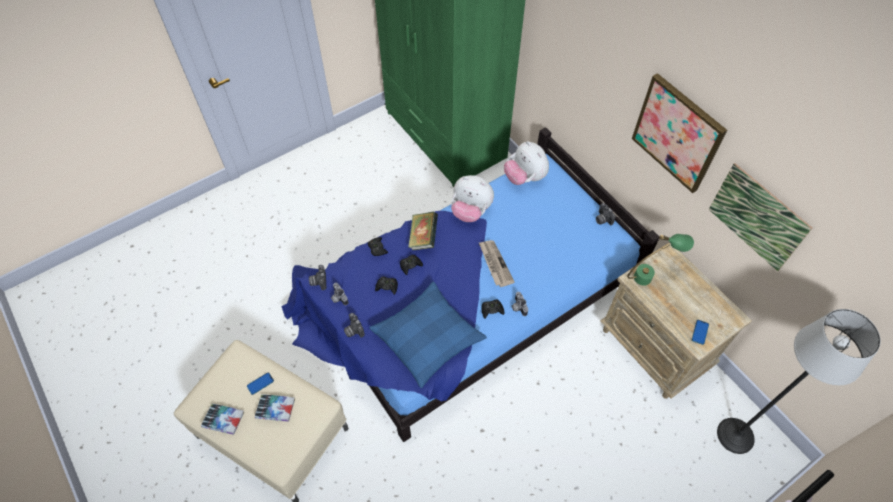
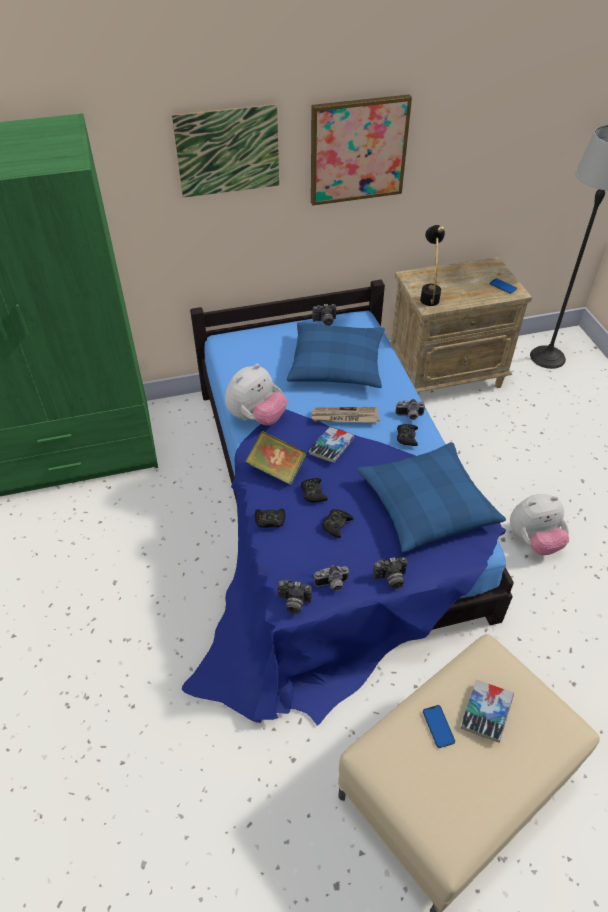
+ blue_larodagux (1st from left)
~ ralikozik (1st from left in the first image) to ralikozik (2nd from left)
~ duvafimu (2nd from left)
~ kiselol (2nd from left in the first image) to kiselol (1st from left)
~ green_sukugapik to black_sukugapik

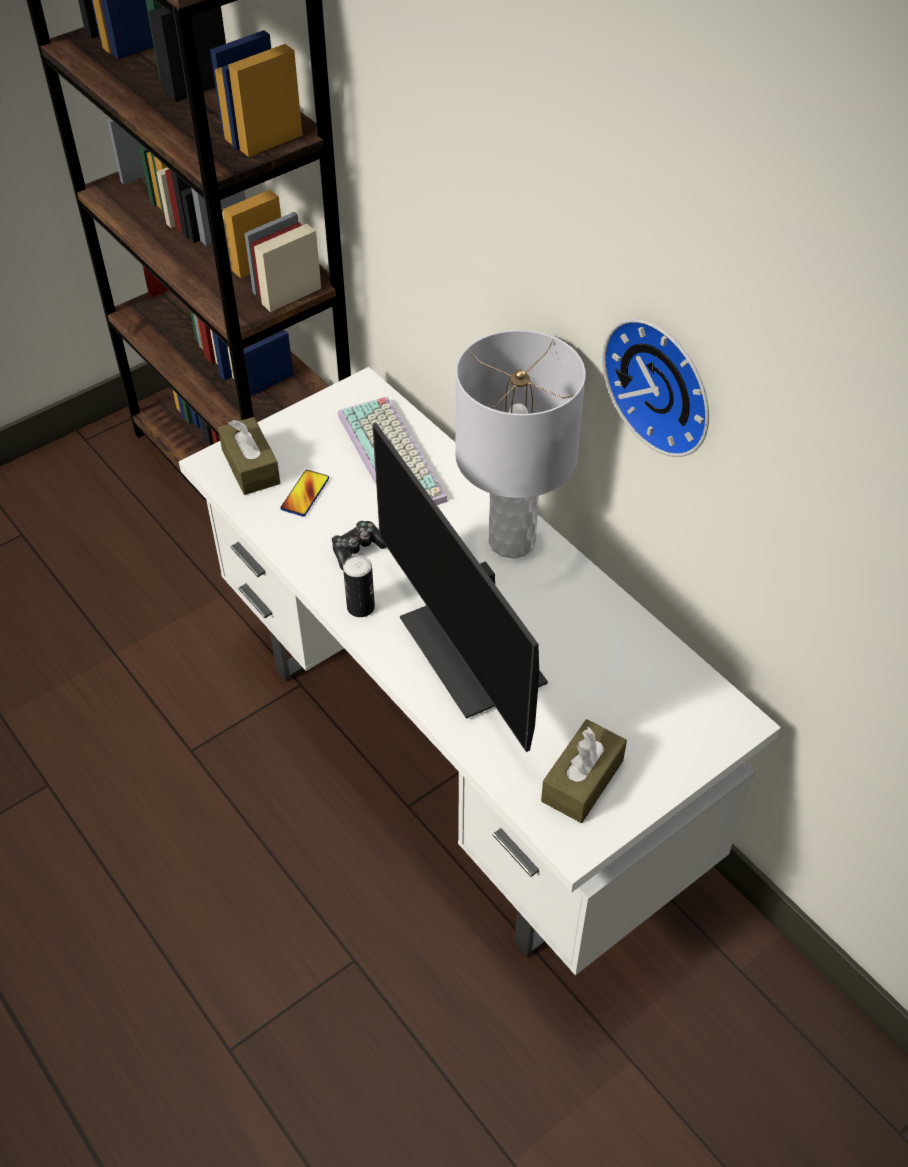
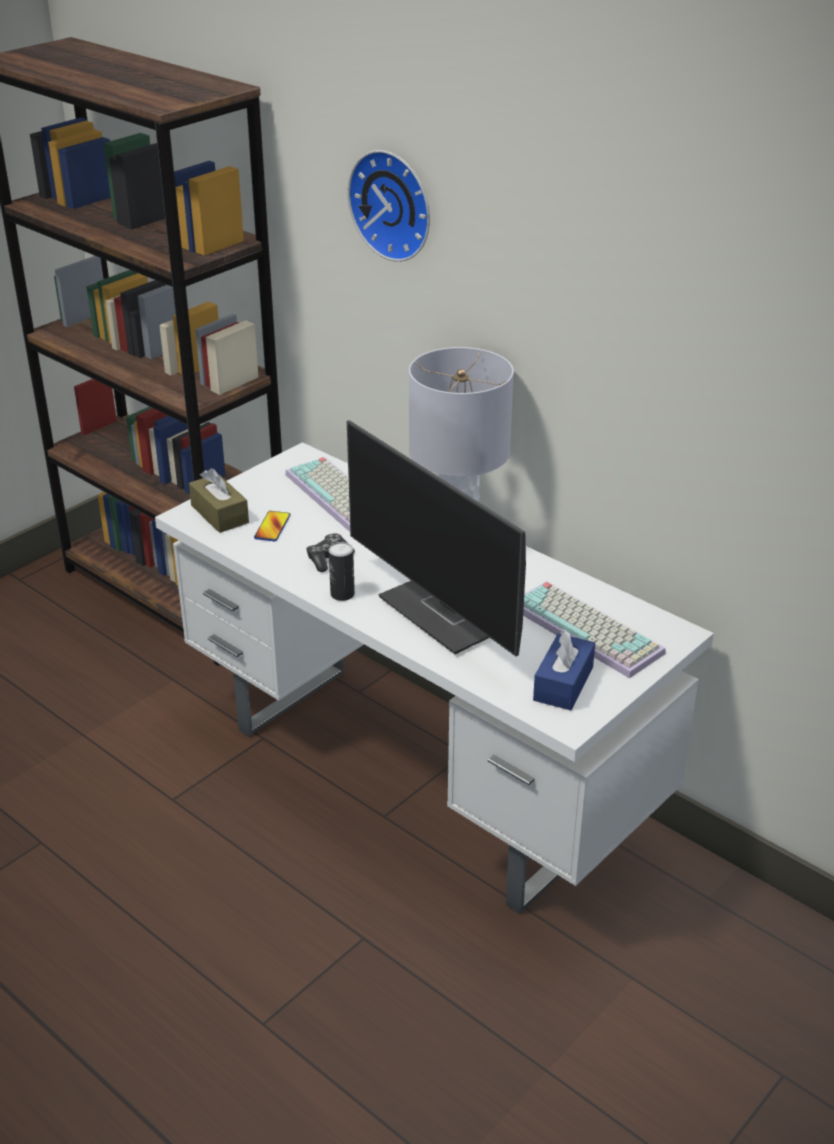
+ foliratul (2nd from left)
~ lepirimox
~ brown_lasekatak (2nd from left) to blue_lasekatak

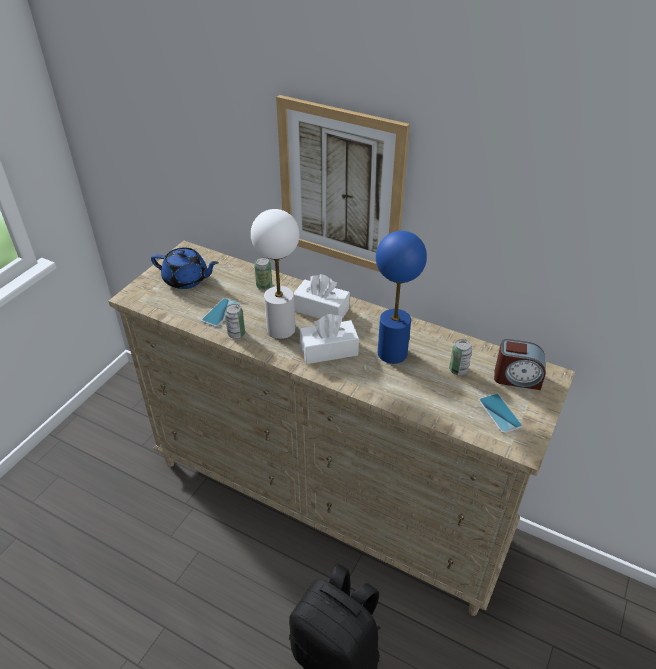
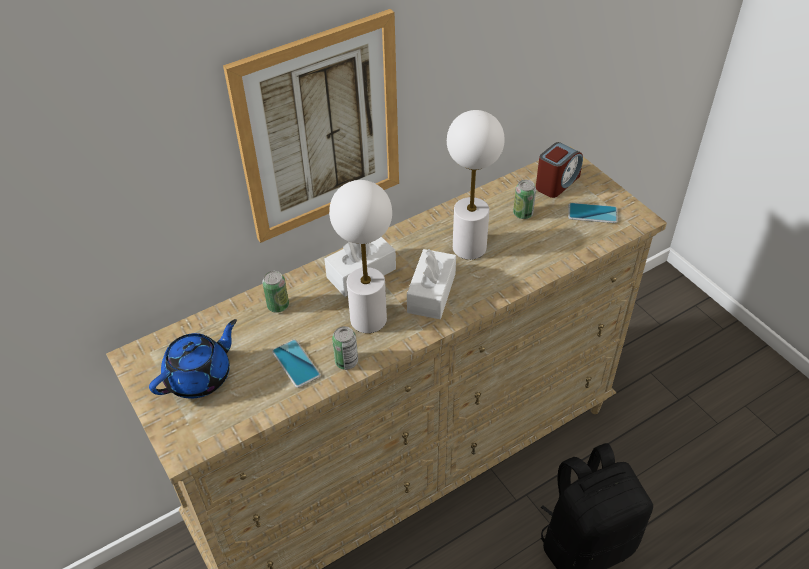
~ blue_sukugapik to white_sukugapik (2nd from left)

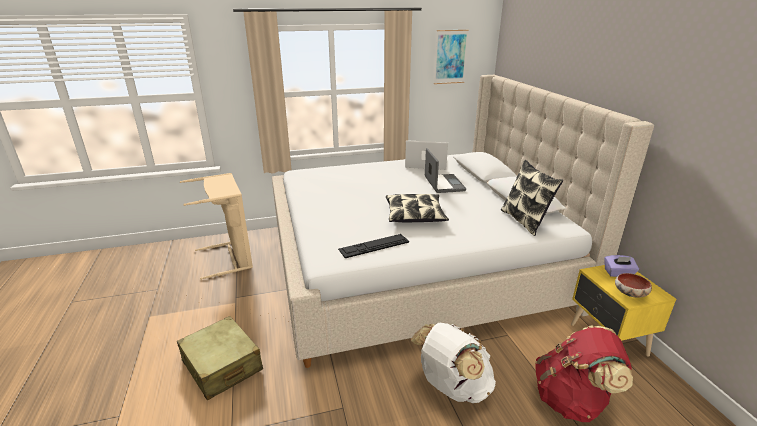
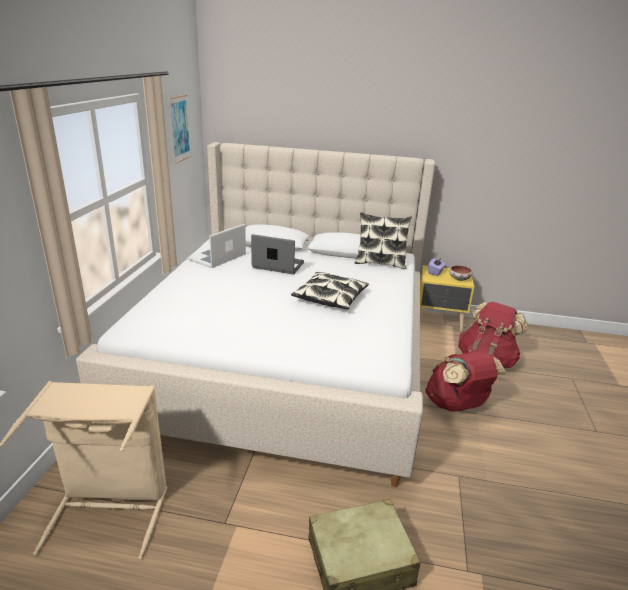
- foliratul
~ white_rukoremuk to red_rukoremuk (1st from left)

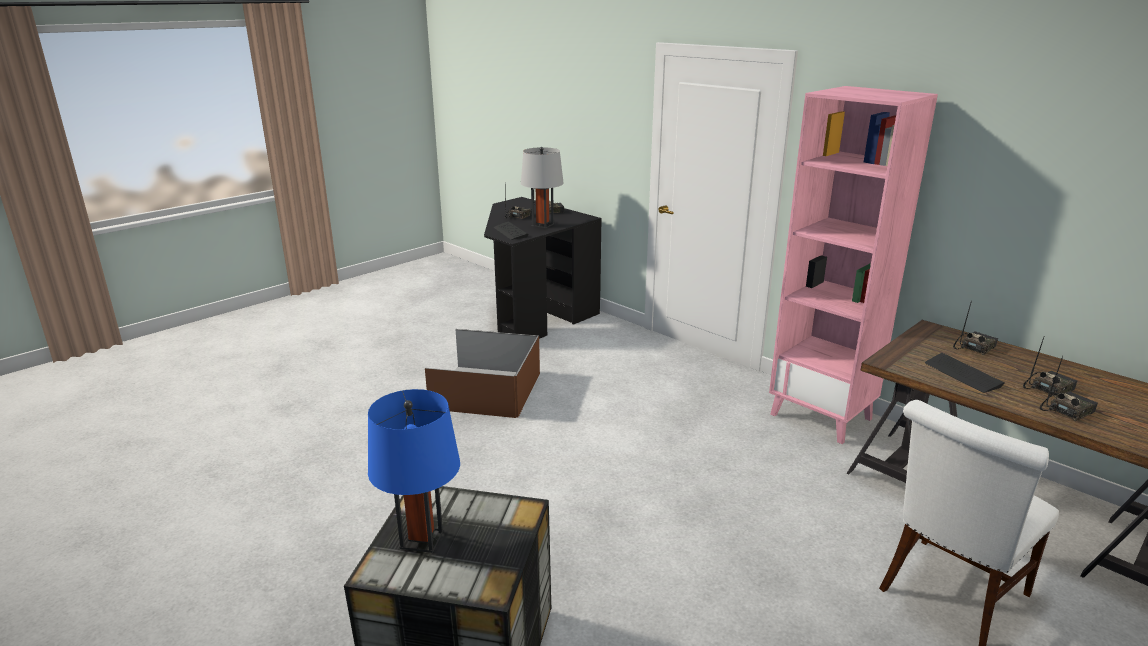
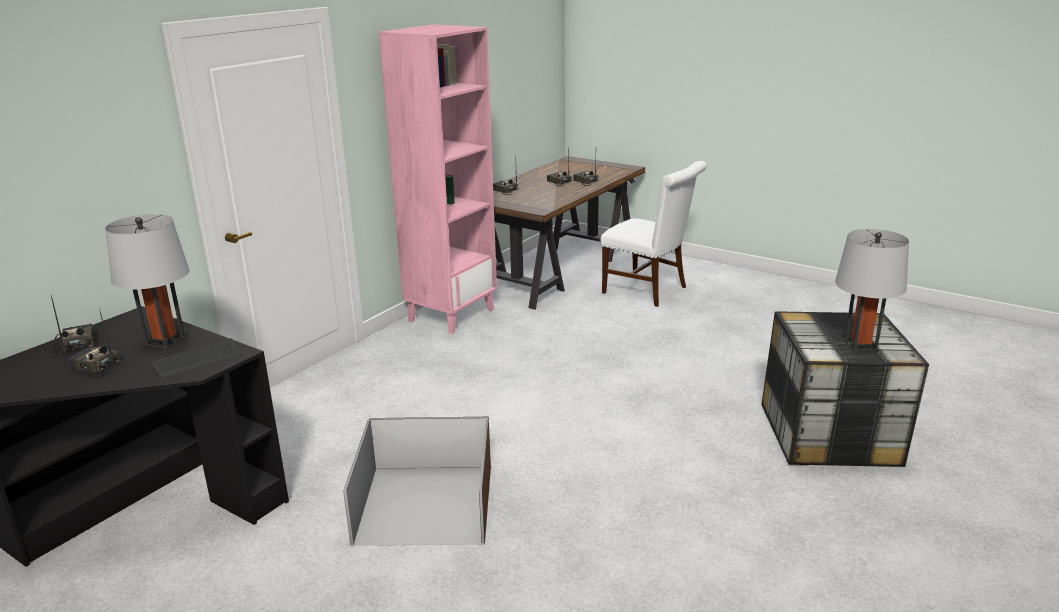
- foliratul (2nd from left)
~ blue_sukugapik to grey_sukugapik (2nd from left)

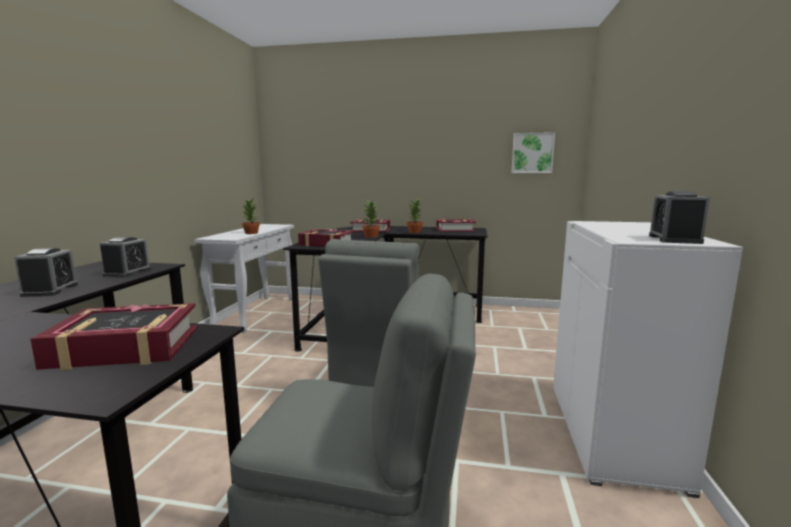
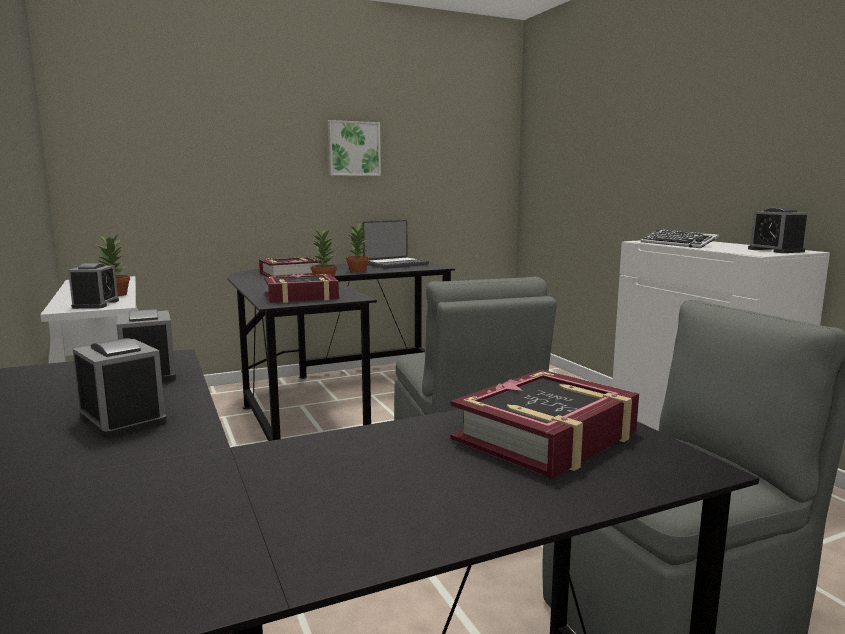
+ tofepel (1st from left)
+ foliratul
~ kiselol
~ ralikozik (4th from left) to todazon

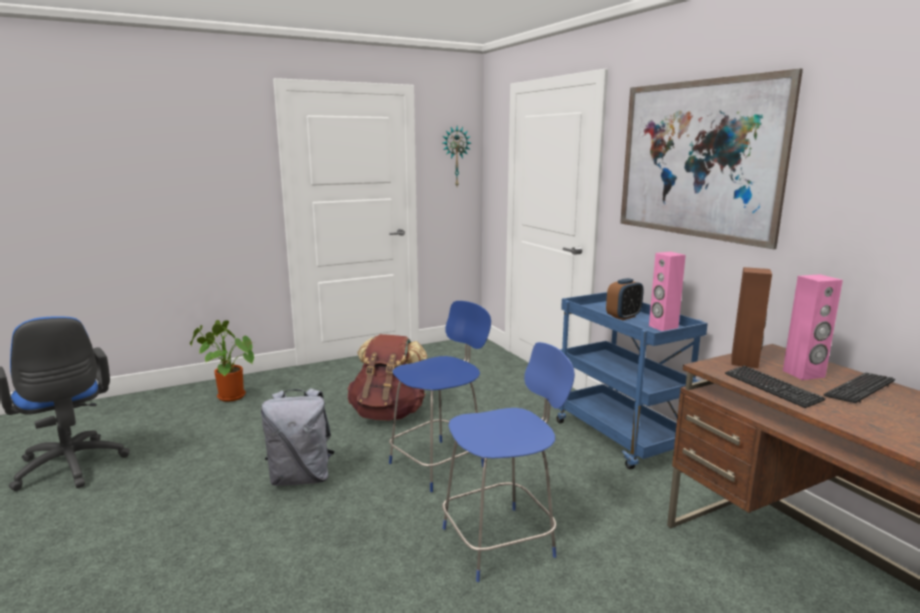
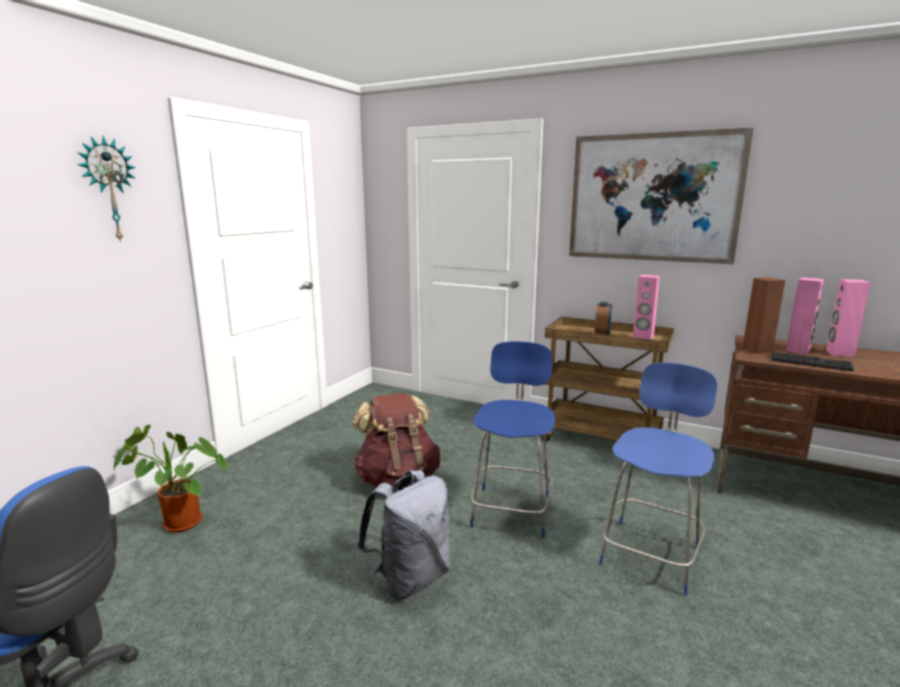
~ lepirimox
~ foliratul (2nd from left) to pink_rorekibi (3rd from left)
~ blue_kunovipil to brown_kunovipil

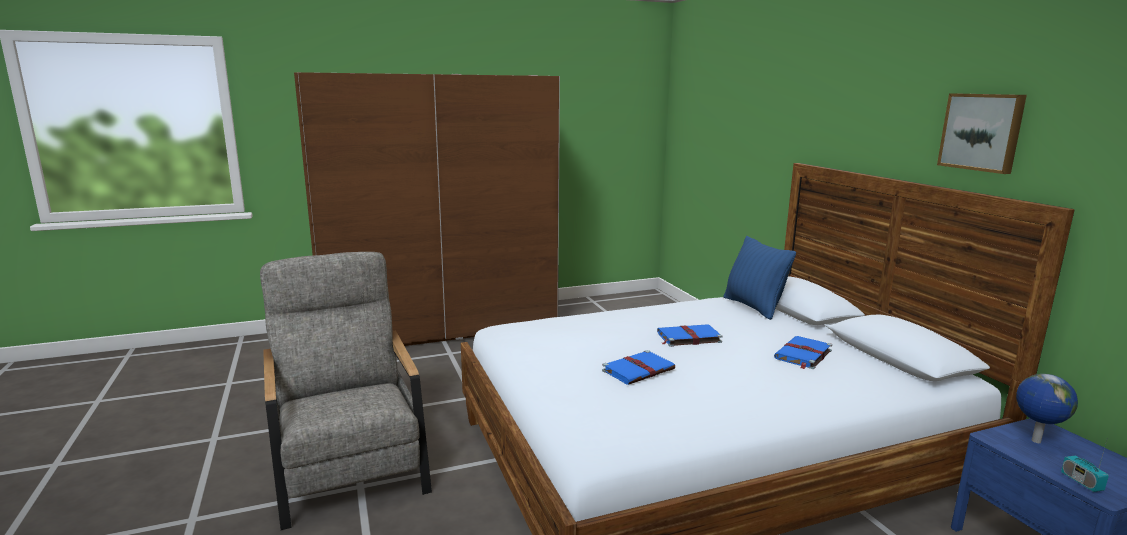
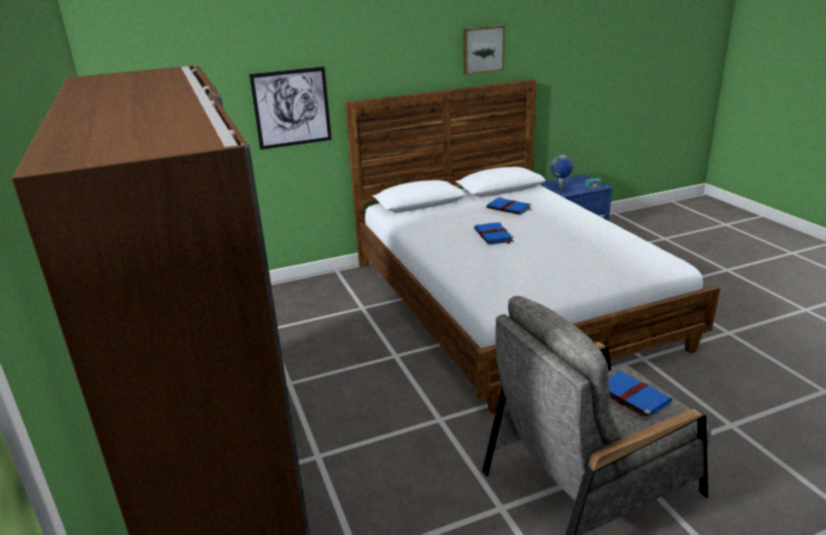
- blue_larodagux
+ kiselol (1st from left)
~ blue_ralikozik (1st from left in the first image) to blue_ralikozik (3rd from left)

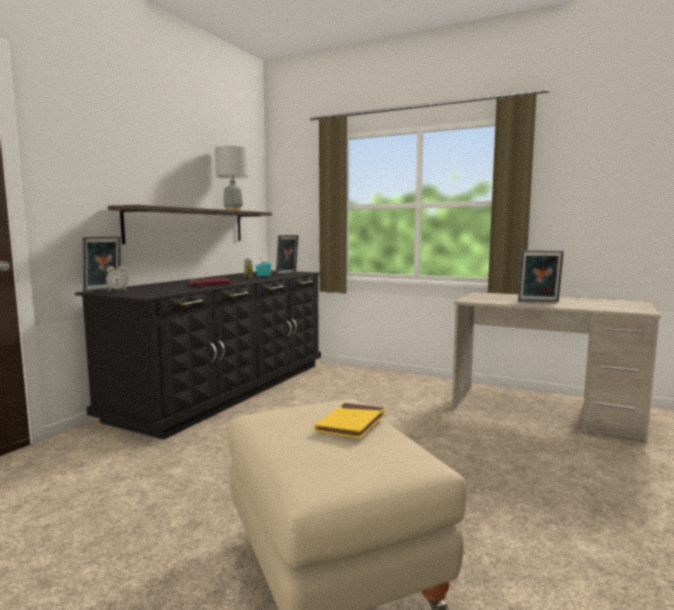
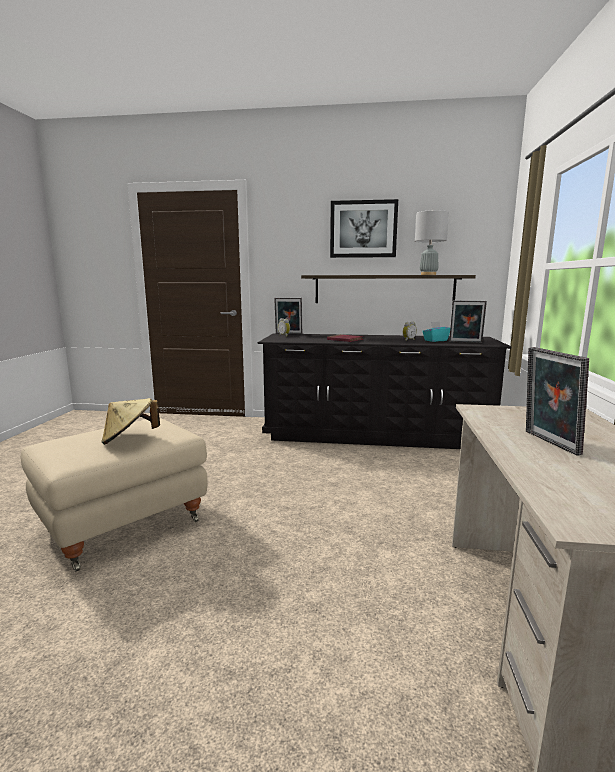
+ kiselol
~ yellow_ralikozik to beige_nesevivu

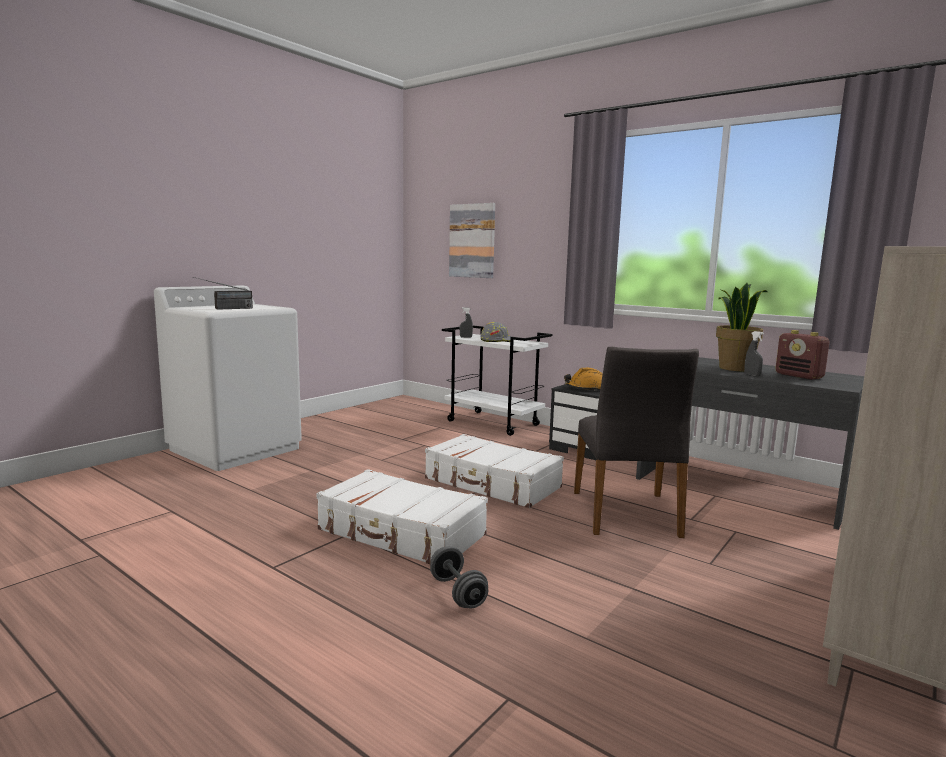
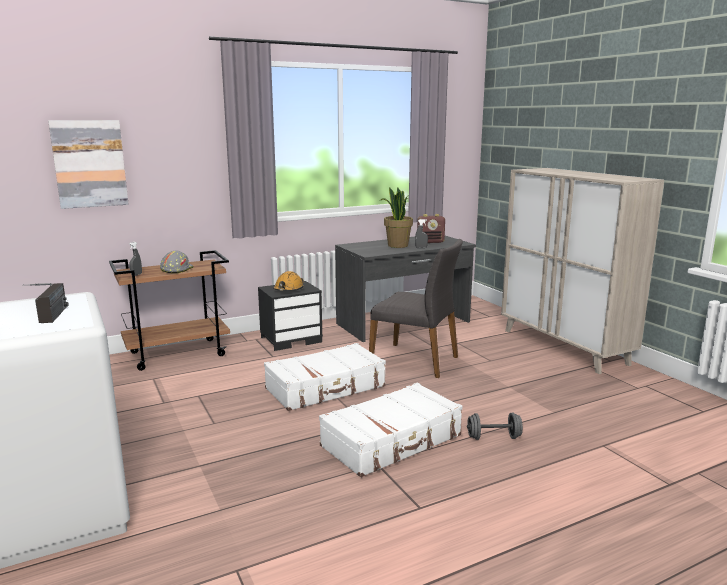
~ white_kunovipil to brown_kunovipil

